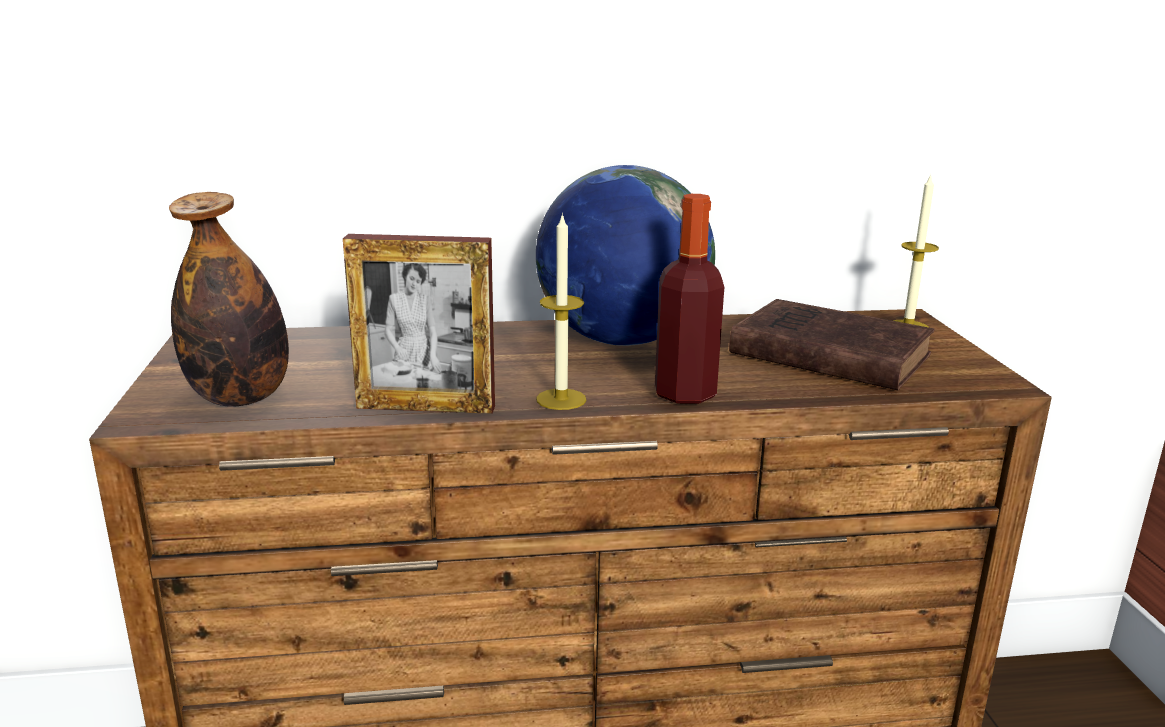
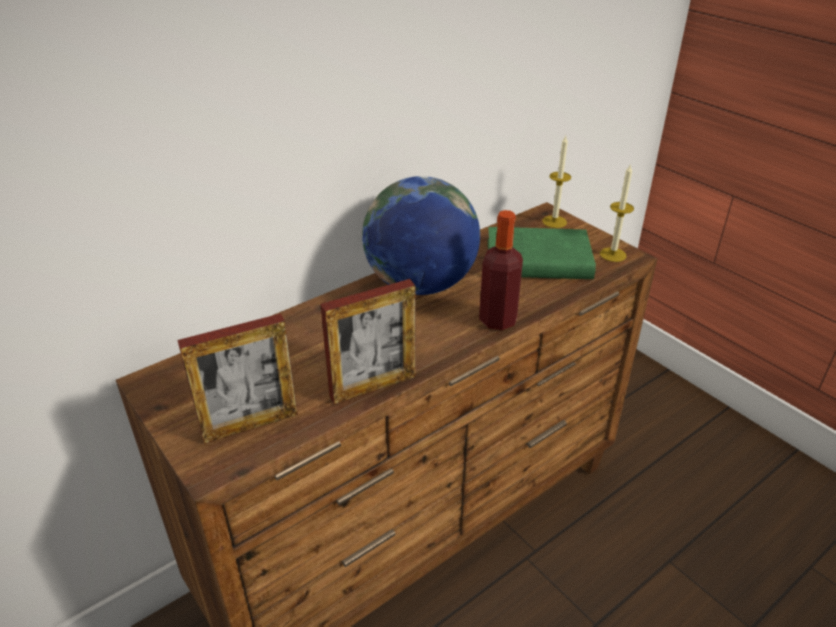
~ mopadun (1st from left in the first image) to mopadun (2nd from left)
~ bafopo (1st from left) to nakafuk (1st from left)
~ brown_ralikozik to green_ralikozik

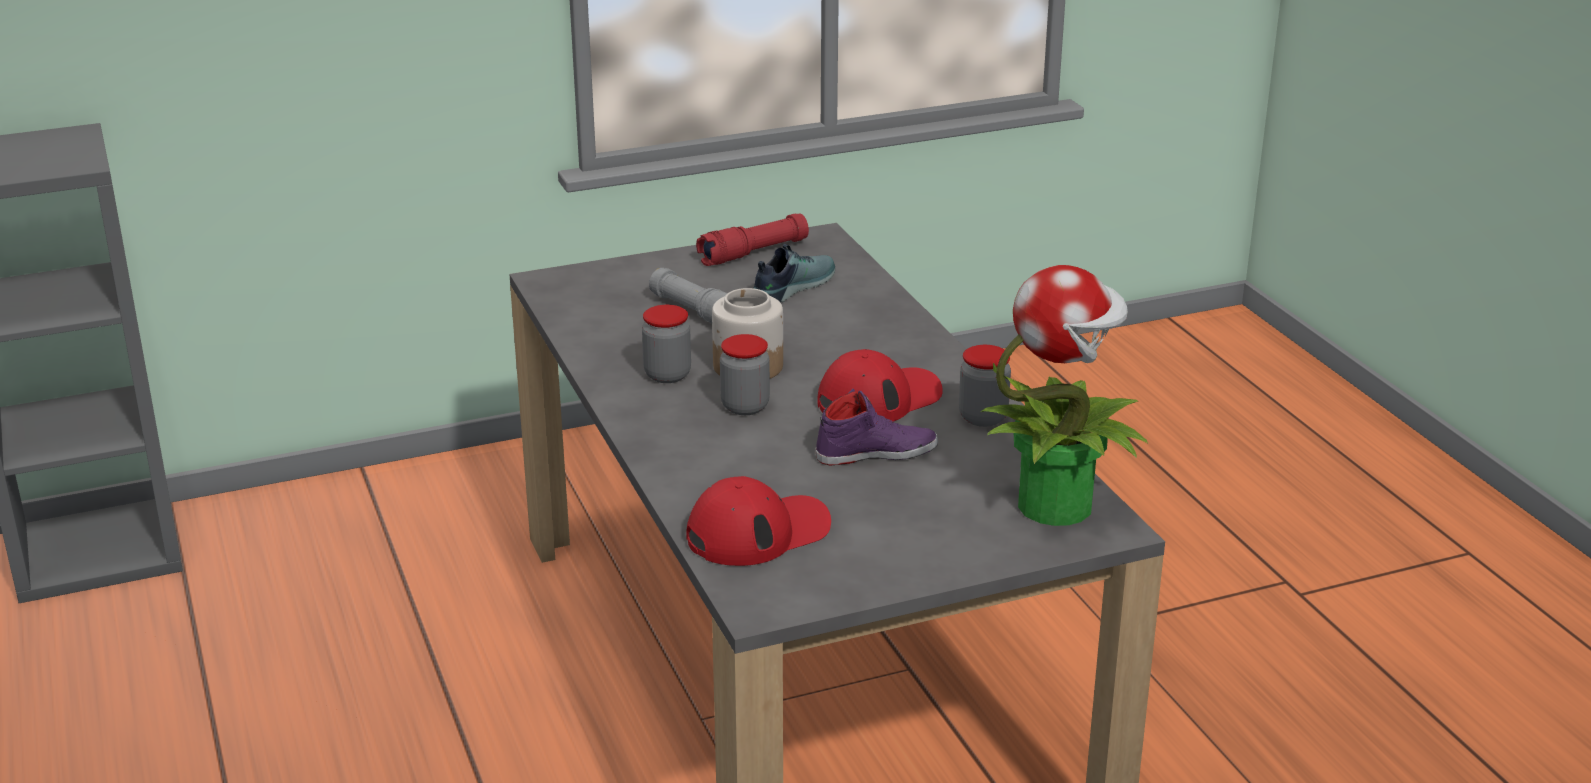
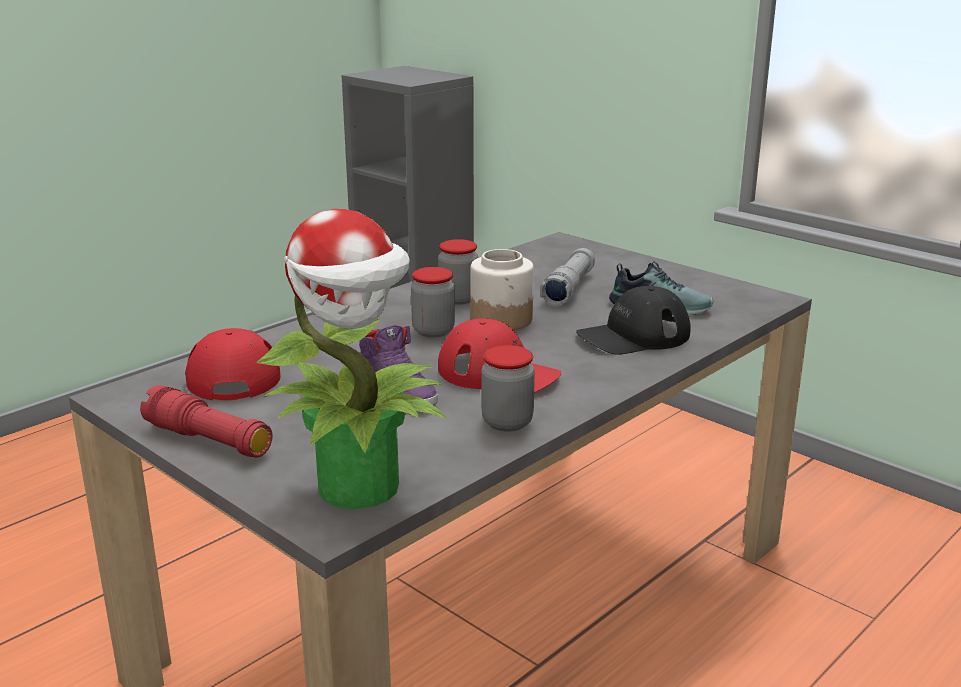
+ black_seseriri
~ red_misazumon
~ red_seseriri (1st from left) 135 degrees counterclockwise

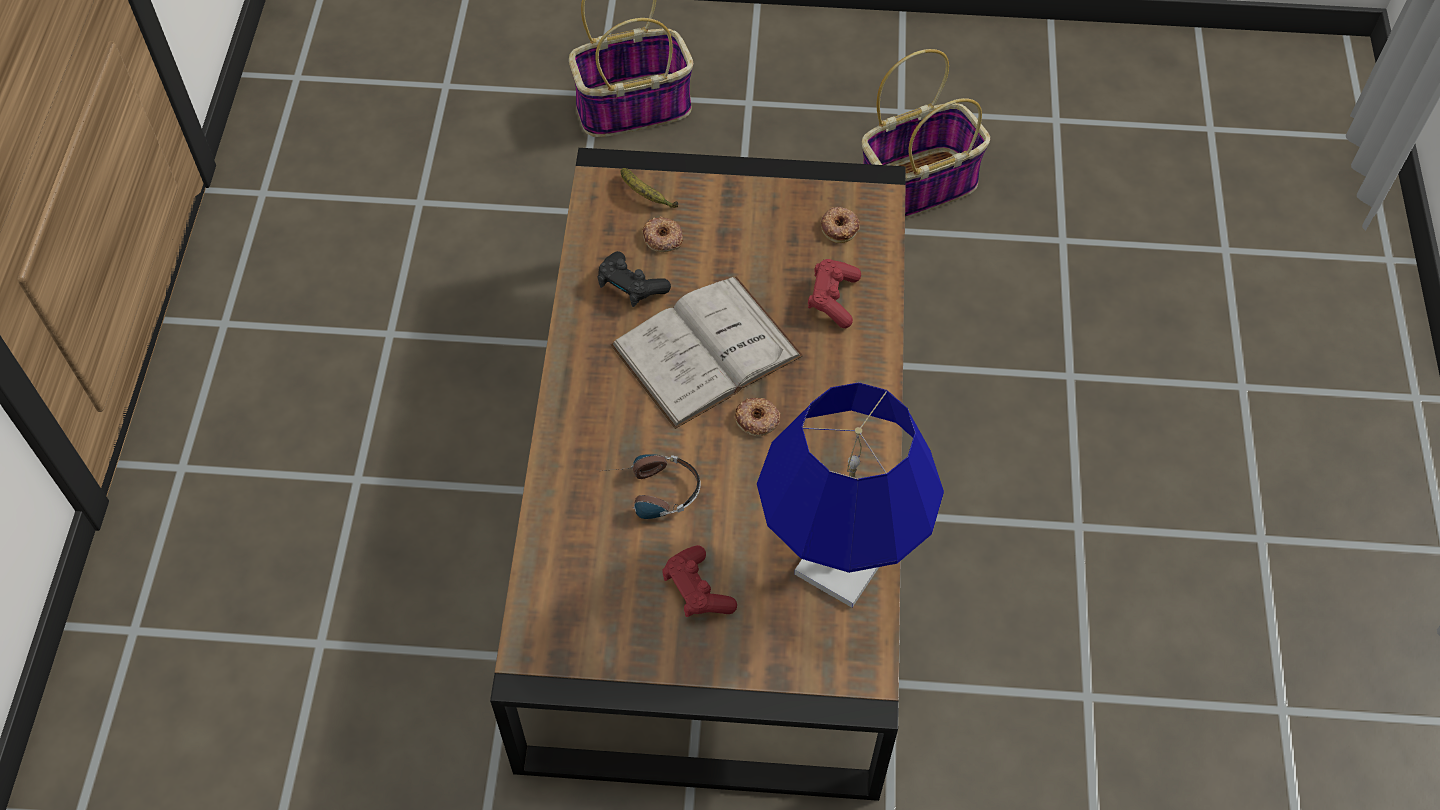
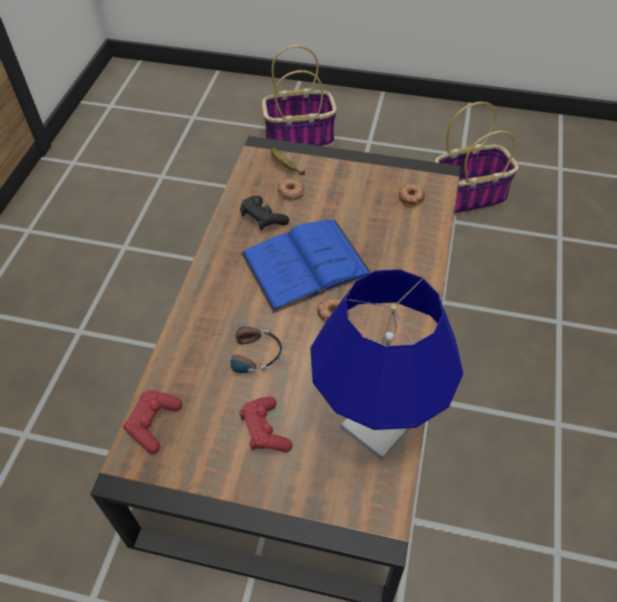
~ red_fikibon (2nd from left in the first image) to red_fikibon (1st from left)
~ white_ralikozik to blue_ralikozik

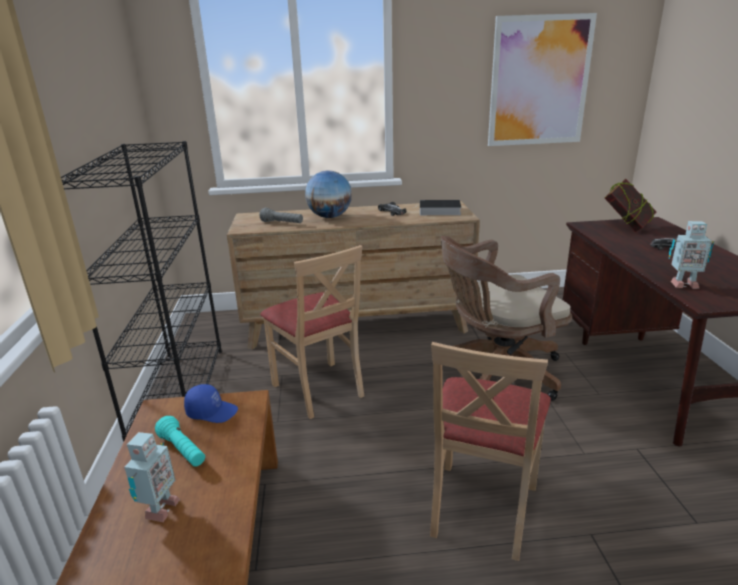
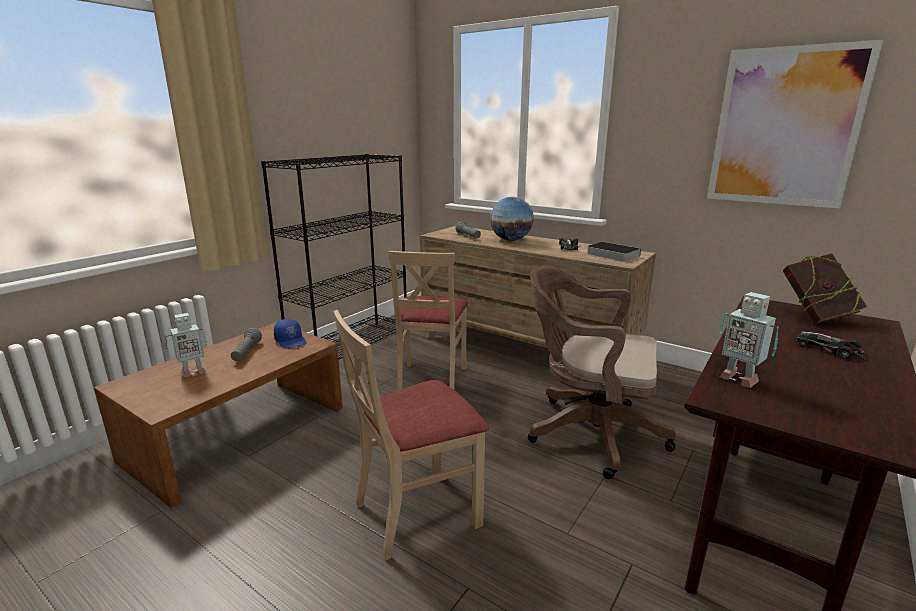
~ turquoise_misazumon to grey_misazumon (1st from left)

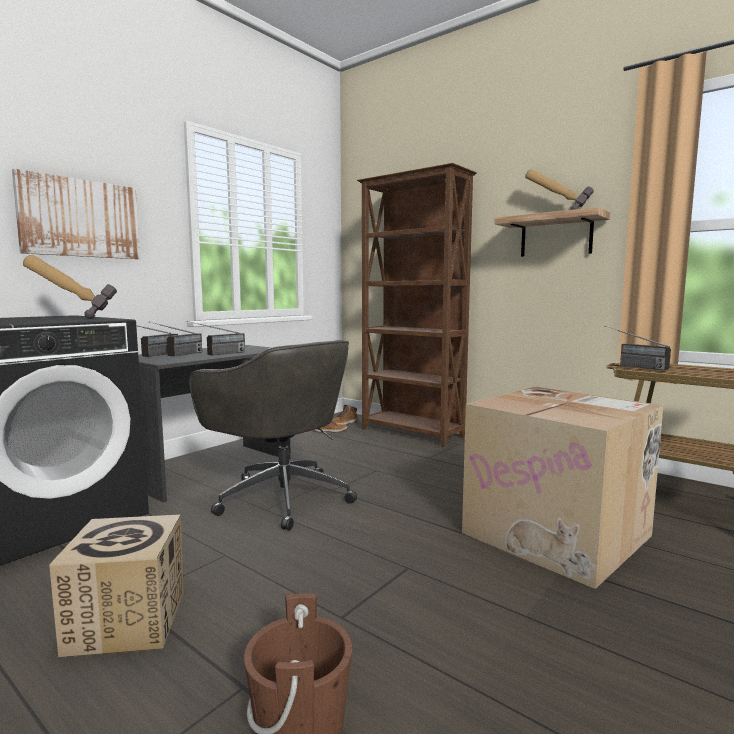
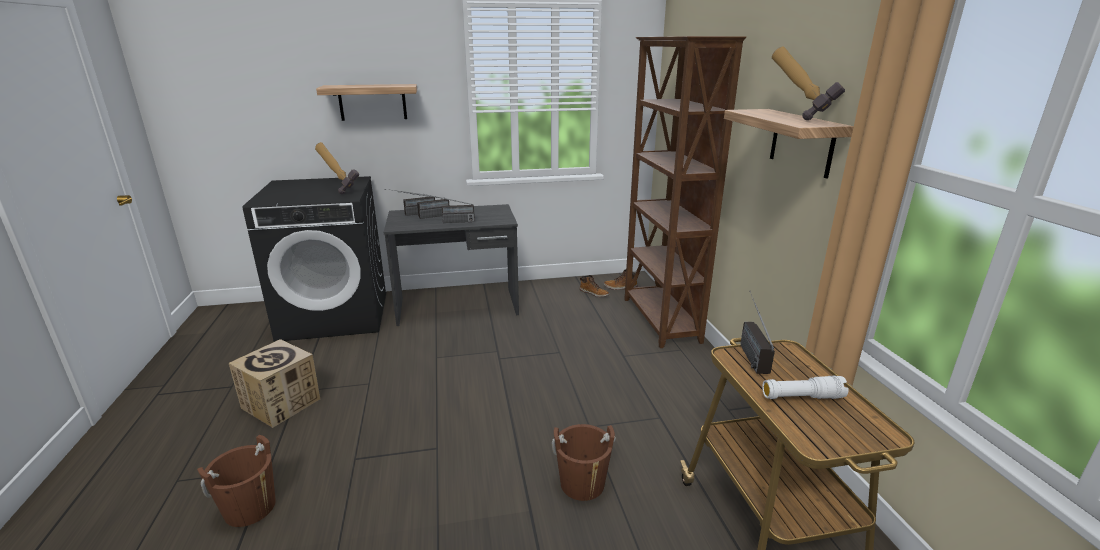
- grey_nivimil
+ white_misazumon
~ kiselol to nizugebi (1st from left)
~ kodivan (2nd from left) to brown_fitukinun (2nd from left)

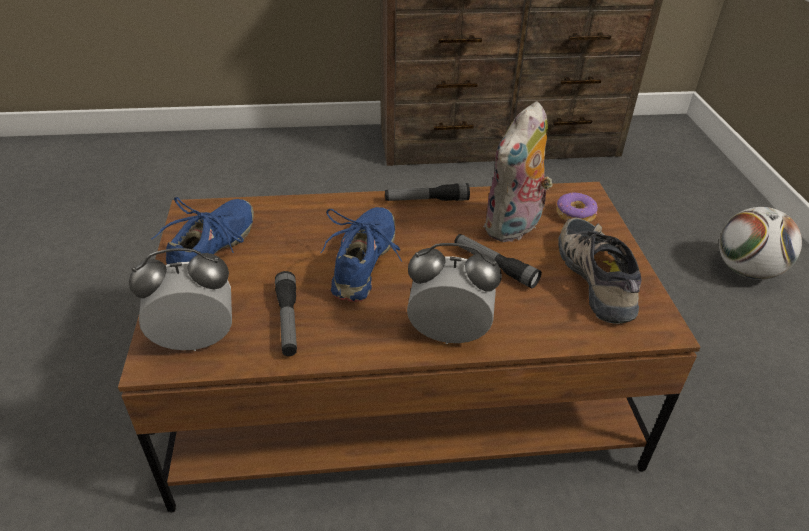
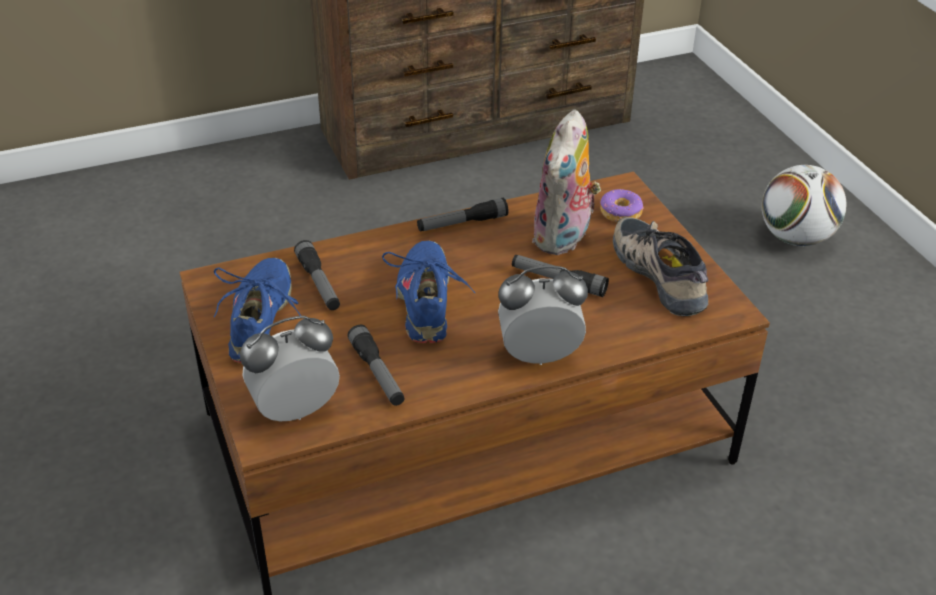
+ misazumon (1st from left)

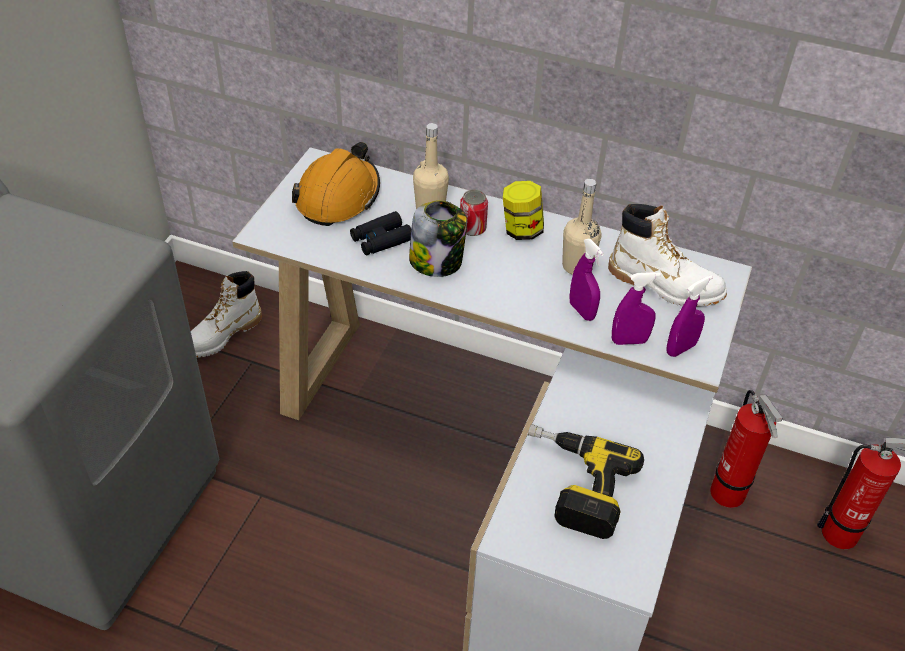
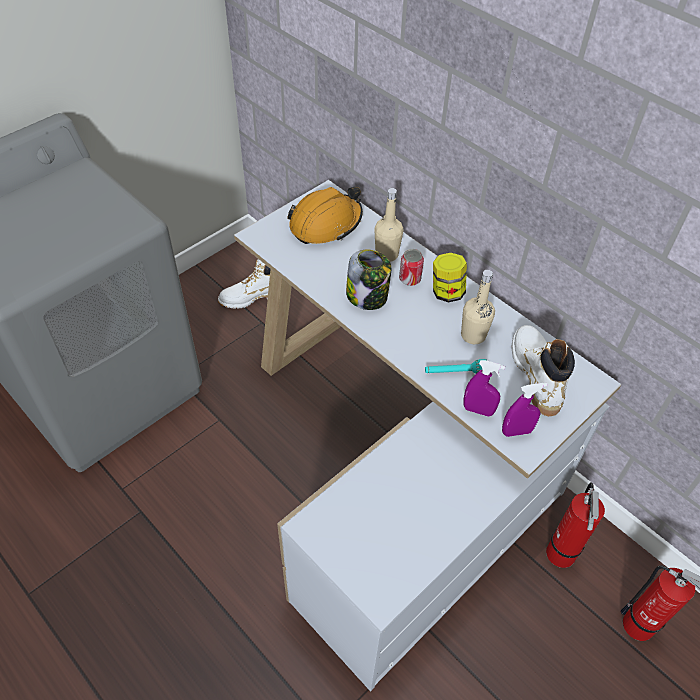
- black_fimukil
- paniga
~ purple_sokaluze (1st from left) to turquoise_misazumon
~ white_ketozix (2nd from left) 150 degrees counterclockwise

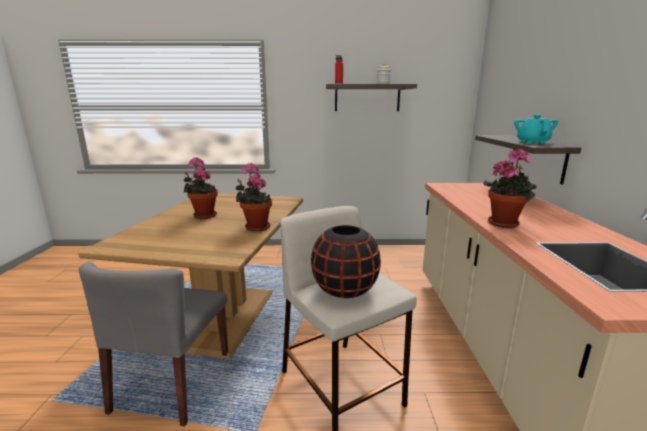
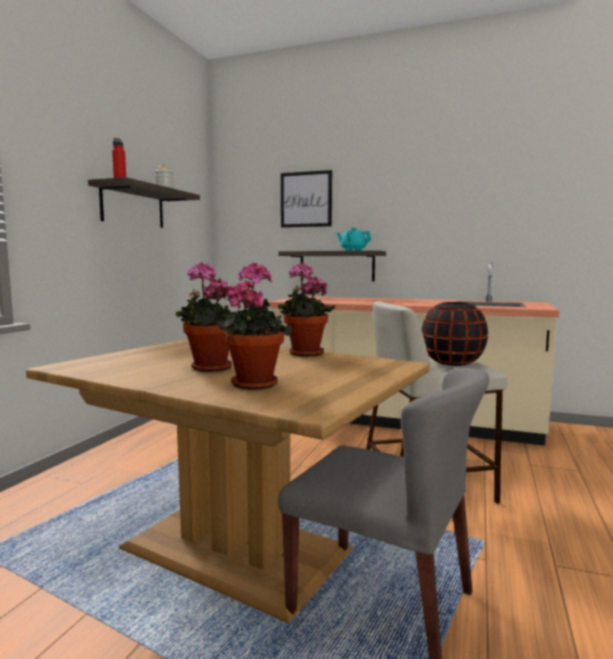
+ kiselol
~ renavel (3rd from left in the first image) to renavel (2nd from left)

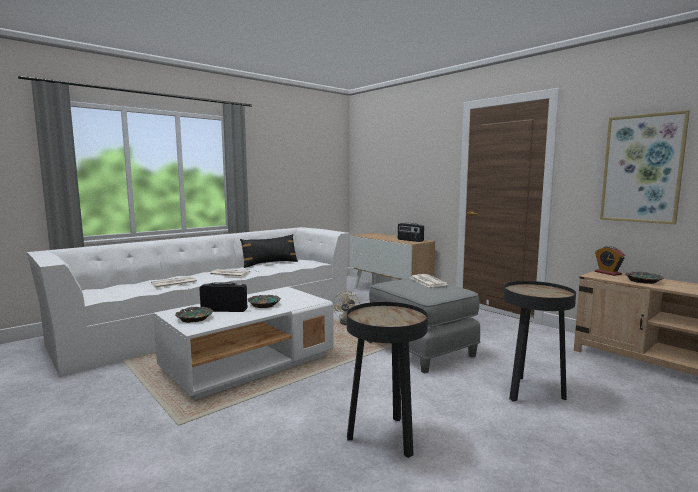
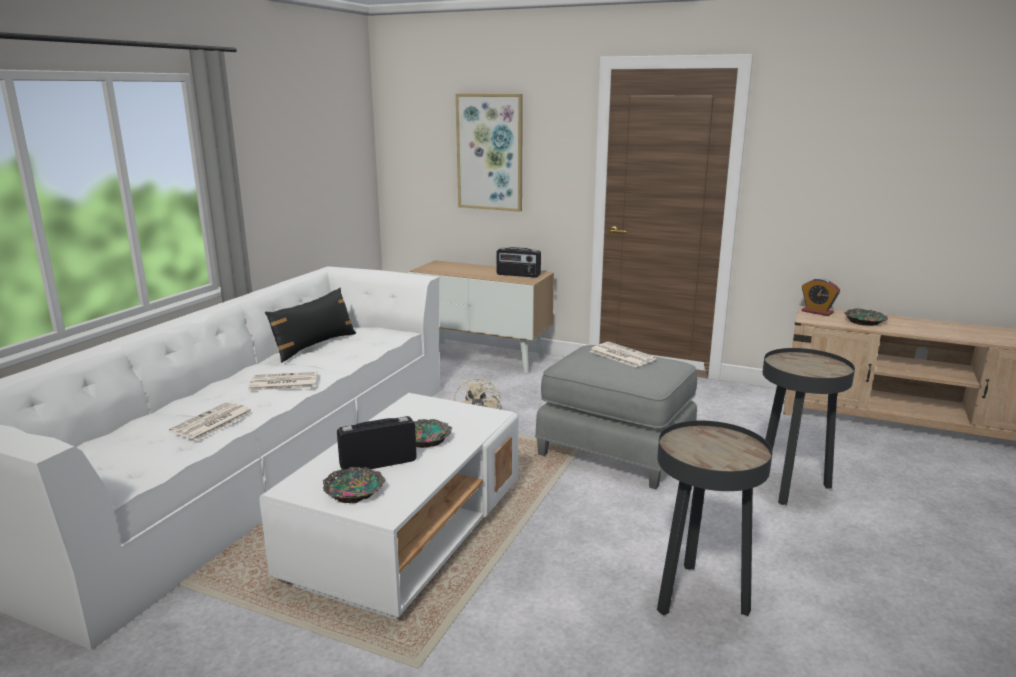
~ kiselol

